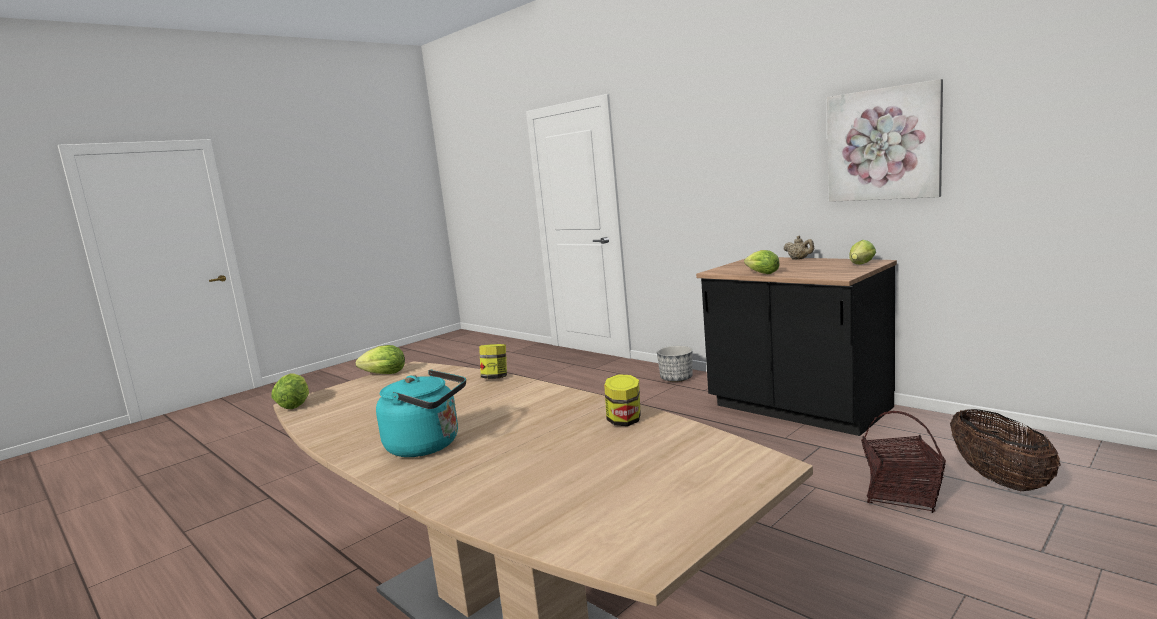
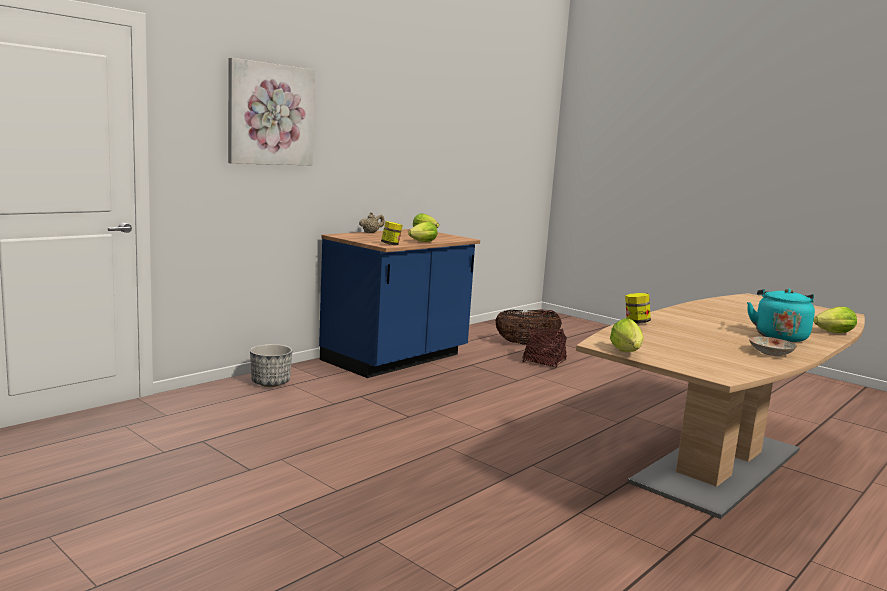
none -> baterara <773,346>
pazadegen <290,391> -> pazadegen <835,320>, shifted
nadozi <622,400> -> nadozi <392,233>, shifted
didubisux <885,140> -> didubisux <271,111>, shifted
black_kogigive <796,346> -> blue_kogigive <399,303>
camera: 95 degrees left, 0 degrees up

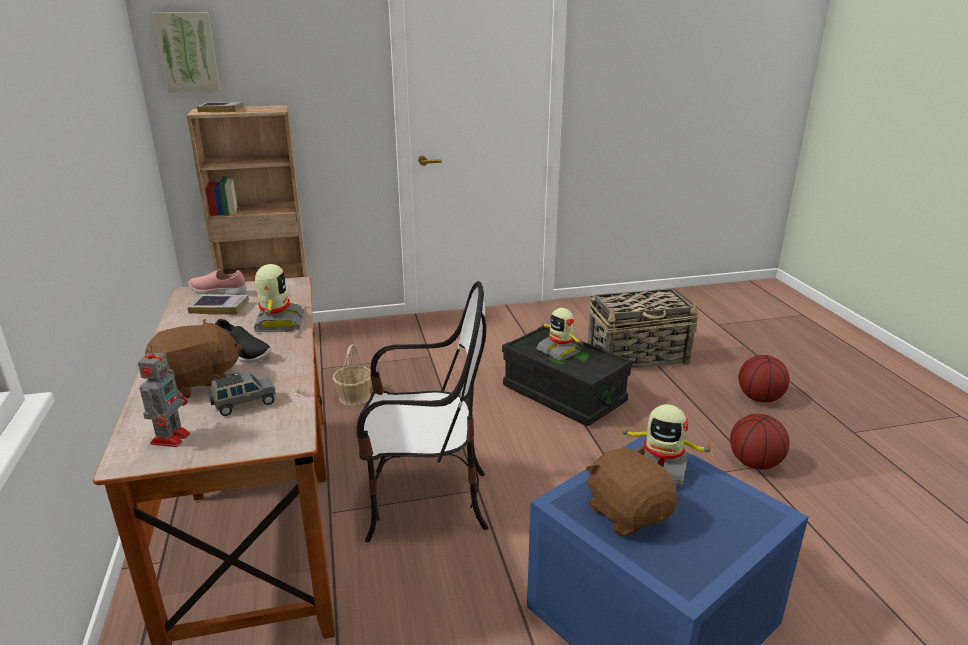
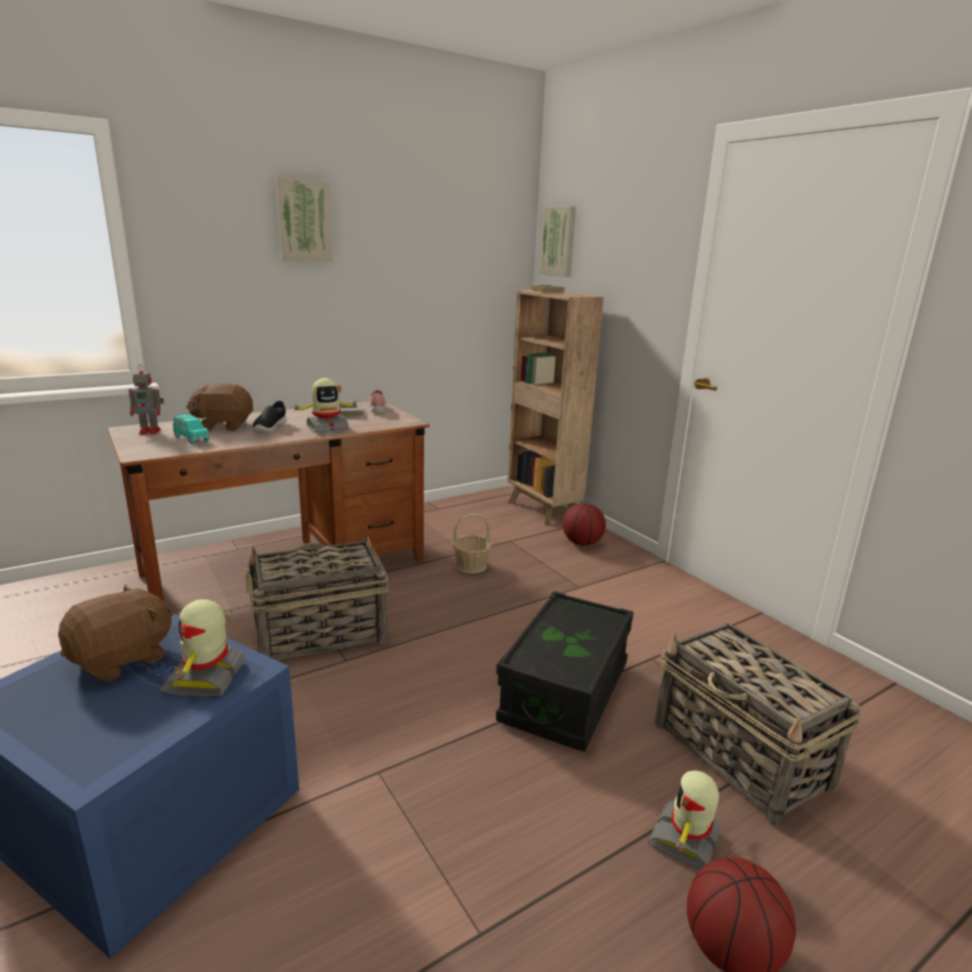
none -> didubisux <304,219>
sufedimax <559,334> -> sufedimax <684,819>, shifted
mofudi <760,442> -> mofudi <584,524>, shifted
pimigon <422,411> -> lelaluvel <317,596>
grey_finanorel <242,394> -> turquoise_finanorel <191,428>
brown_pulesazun <193,358> -> brown_pulesazun <220,407>, 135 degrees clockwise
camera: 70 degrees right, 5 degrees down

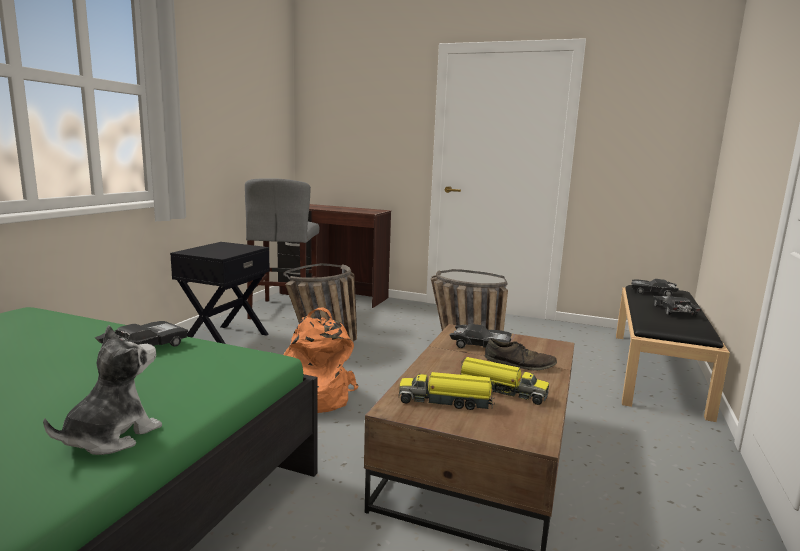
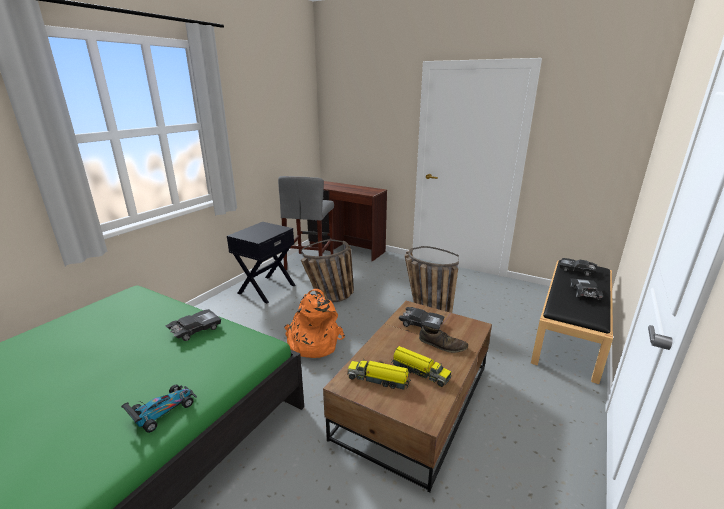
pulesazun <102,390> -> finanorel <159,409>
camera: 10 degrees right, 10 degrees up

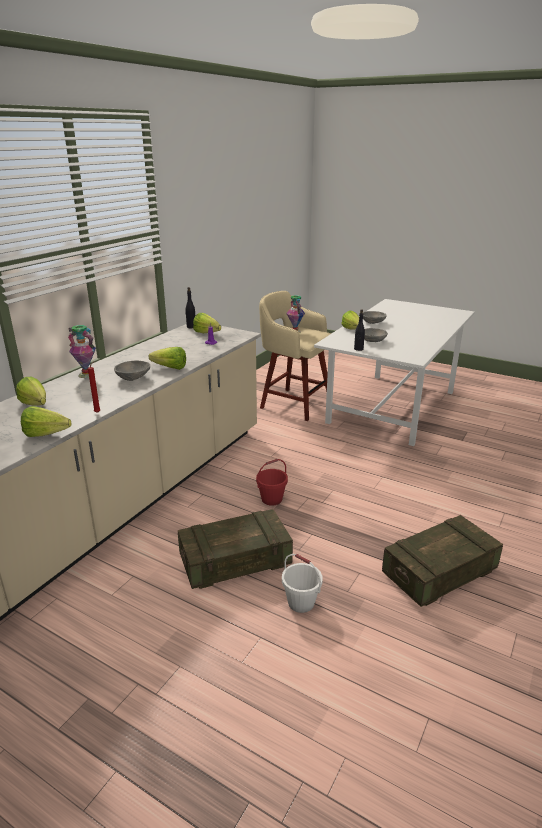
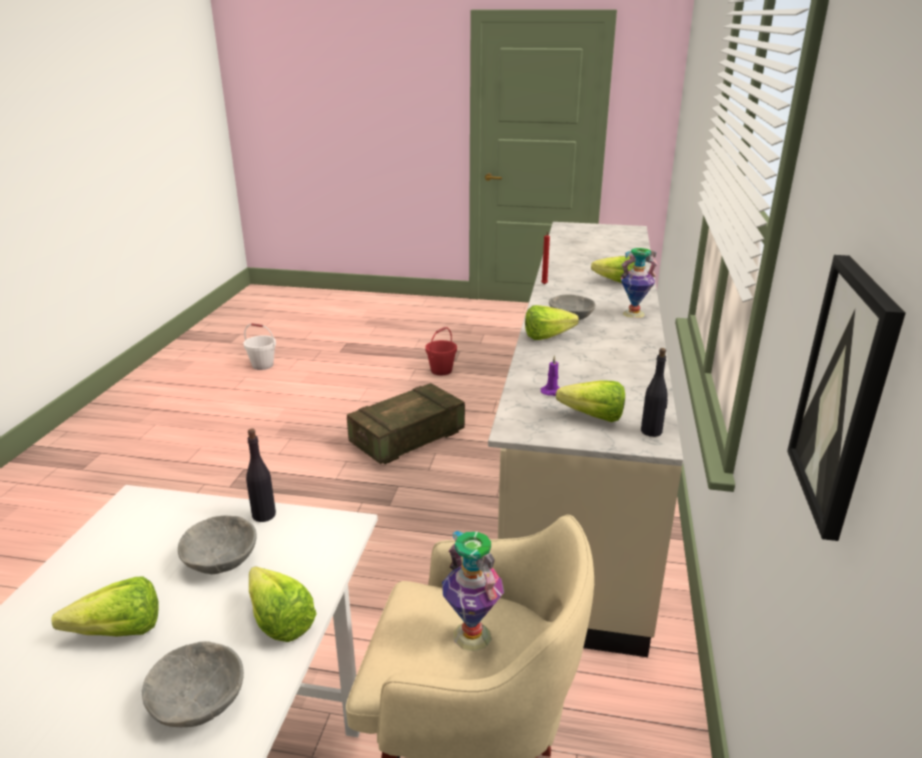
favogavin <442,561> -> none
none -> didubisux <846,398>
pazadegen <46,421> -> pazadegen <105,606>, shifted
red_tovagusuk <272,482> -> red_tovagusuk <441,351>, shifted
white_tovagusuk <302,583> -> white_tovagusuk <260,346>, shifted
camera: 160 degrees right, 0 degrees up

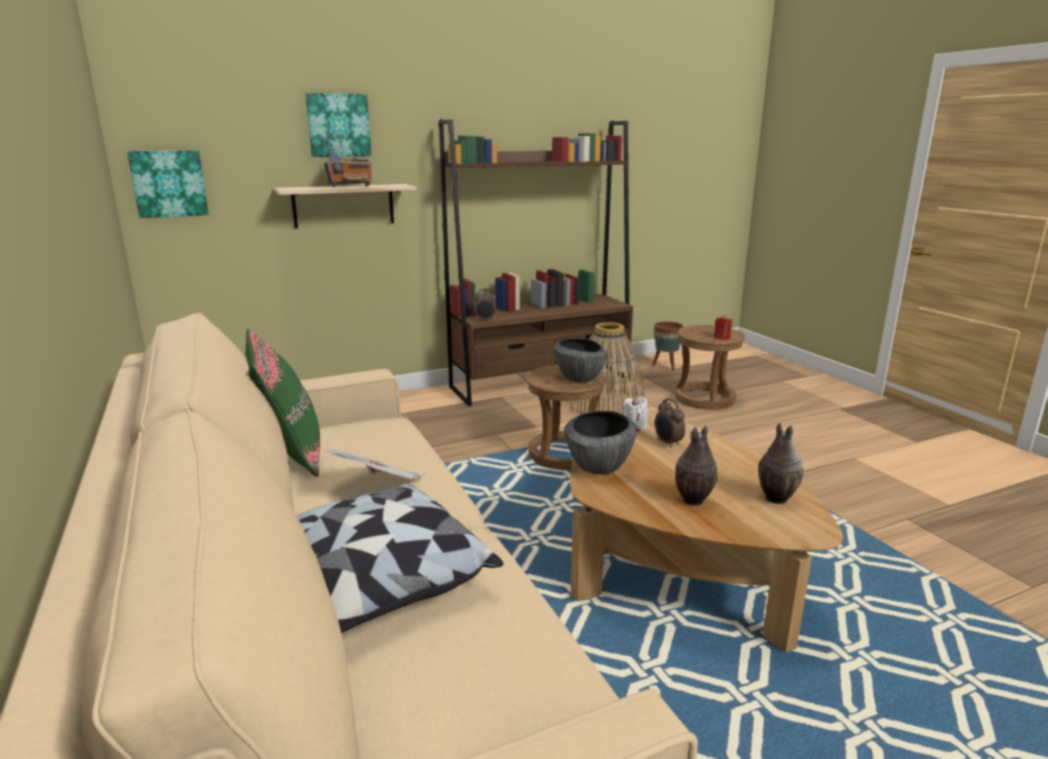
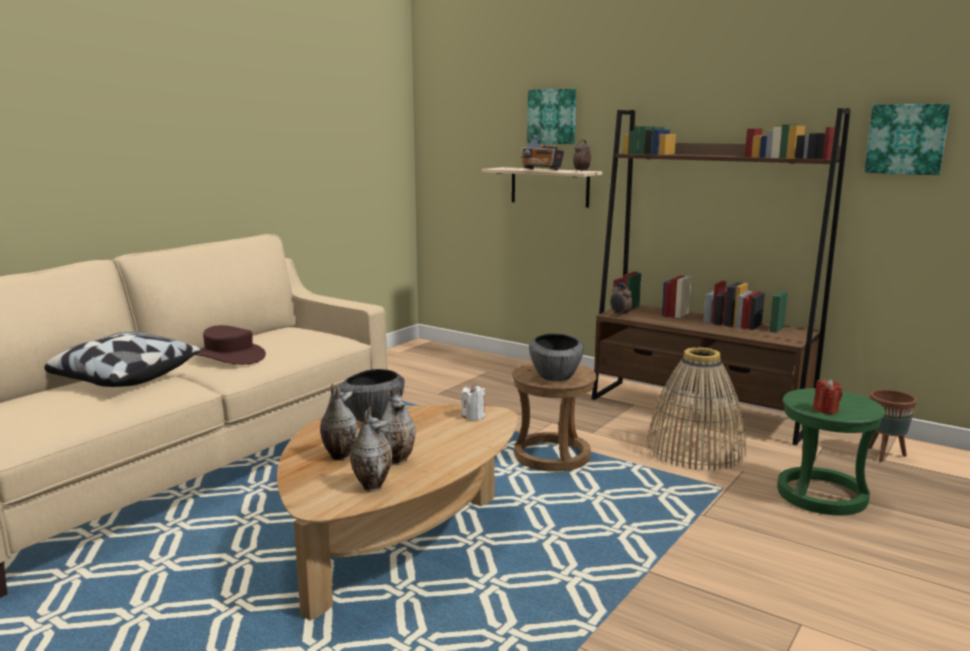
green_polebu <282,403> -> none
none -> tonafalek <397,426>
didubisux <168,184> -> didubisux <907,139>, shifted
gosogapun <670,423> -> gosogapun <582,156>, shifted
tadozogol <376,464> -> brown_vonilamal <231,345>
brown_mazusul <710,367> -> green_mazusul <831,452>
camera: 60 degrees right, 5 degrees down

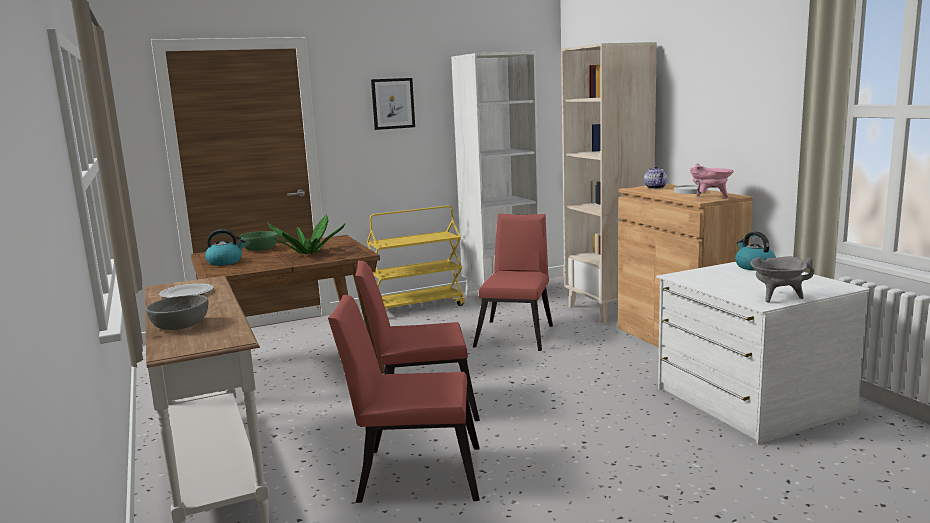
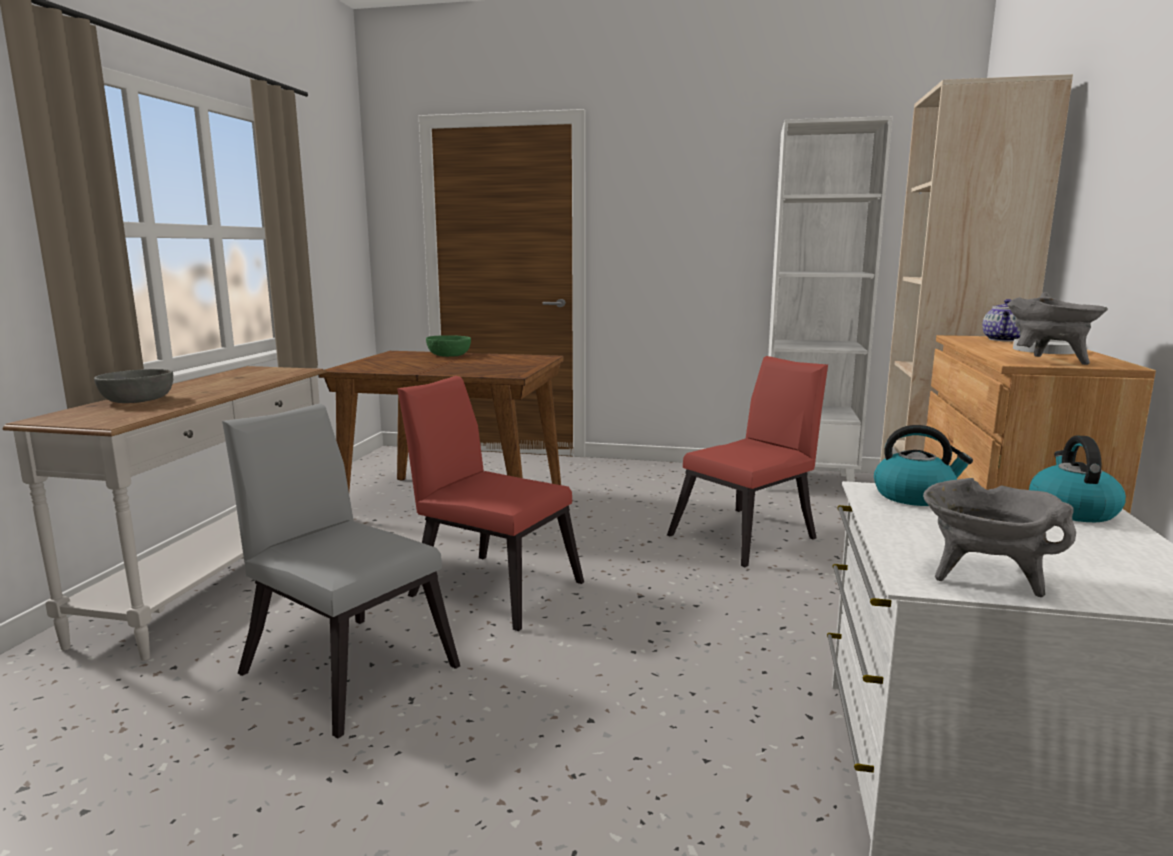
baterara <186,290> -> none
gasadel <306,234> -> none
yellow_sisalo <416,259> -> none
didubisux <393,104> -> none
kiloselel <225,247> -> kiloselel <923,465>, shifted
red_pimigon <404,399> -> grey_pimigon <341,570>
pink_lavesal <712,180> -> grey_lavesal <1057,328>
camera: 35 degrees right, 0 degrees up

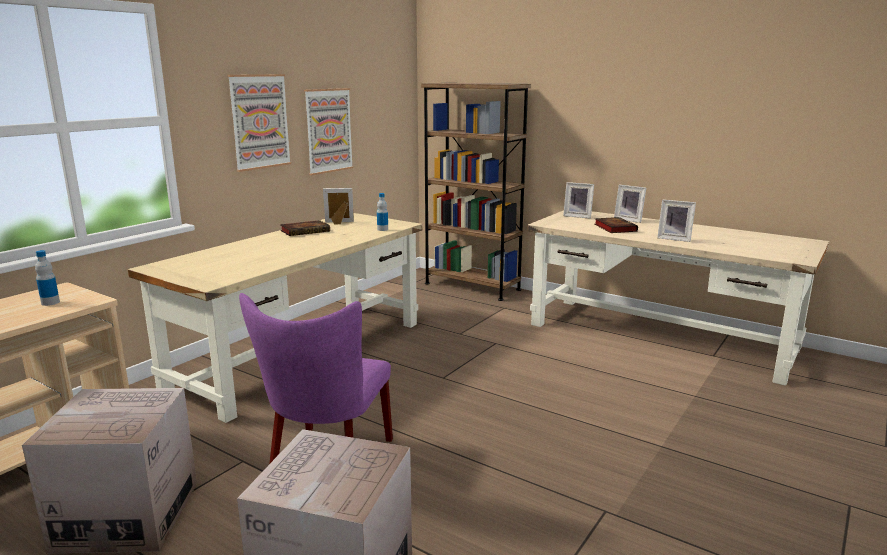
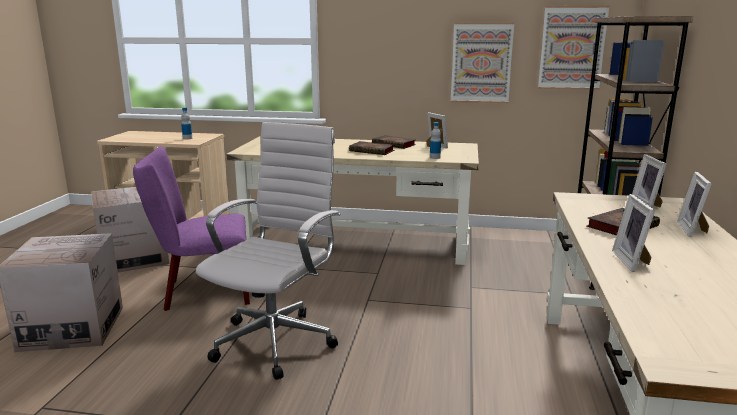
none -> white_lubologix <268,251>
none -> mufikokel <371,148>
didubisux <259,123> -> didubisux <574,48>, shifted
camera: 65 degrees right, 0 degrees up

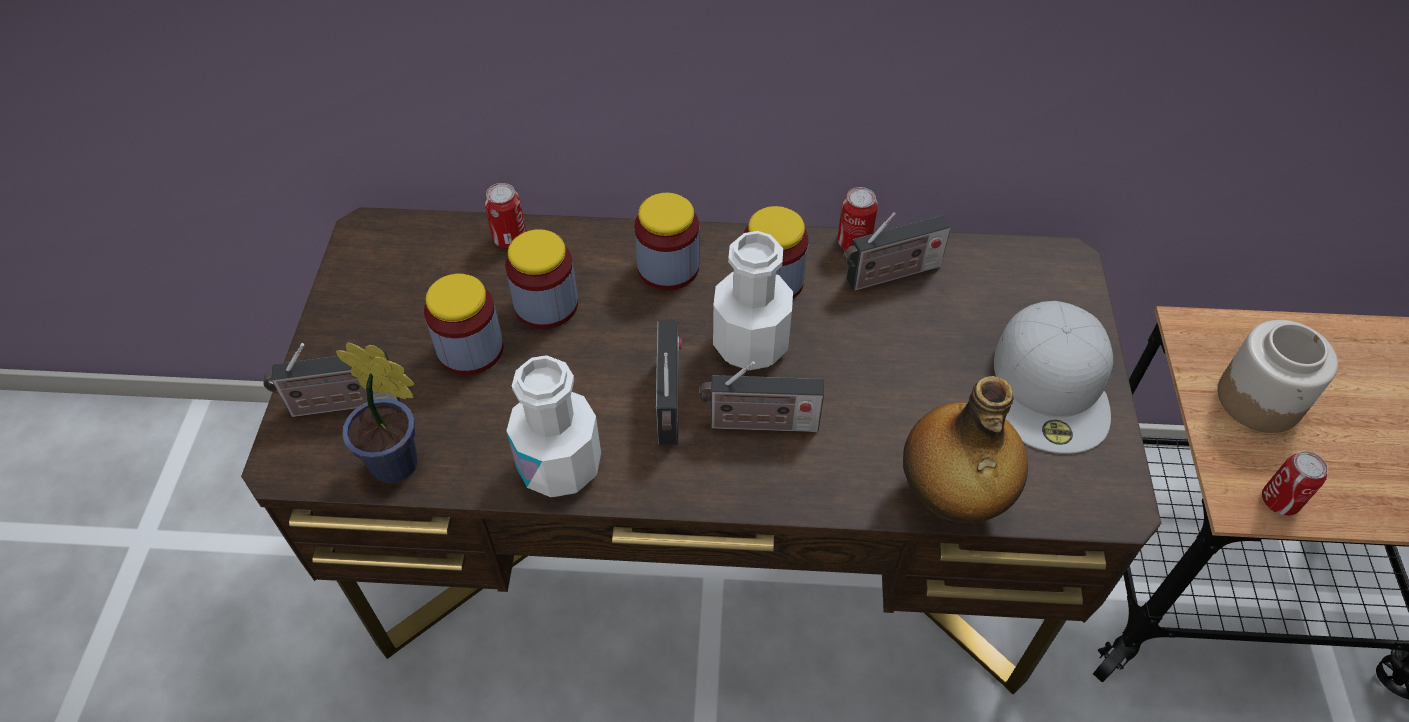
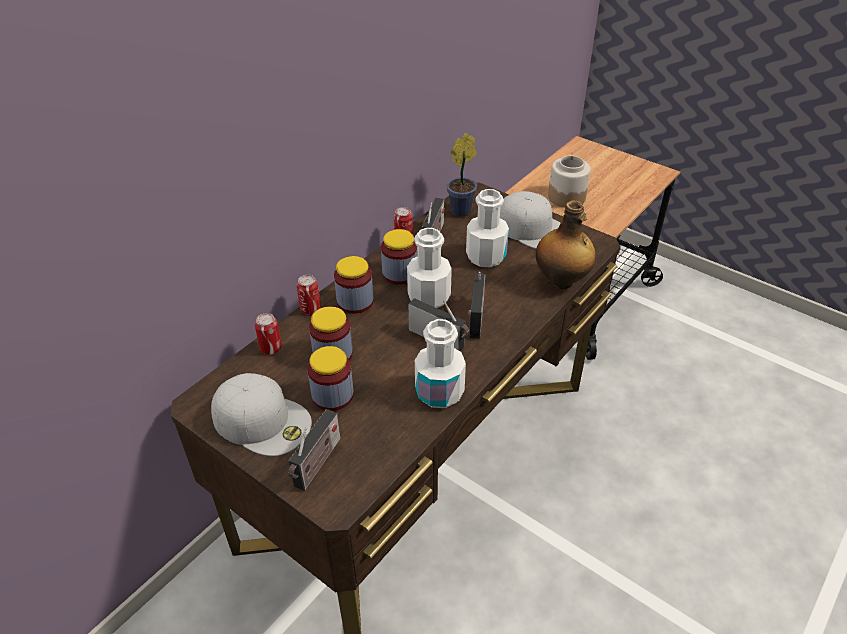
none -> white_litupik <261,414>
none -> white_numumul <487,228>
gasadel <376,412> -> gasadel <461,175>, shifted
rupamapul <1295,483> -> rupamapul <309,295>, shifted
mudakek <761,396> -> mudakek <476,305>, 150 degrees clockwise
camera: 55 degrees left, 10 degrees down

